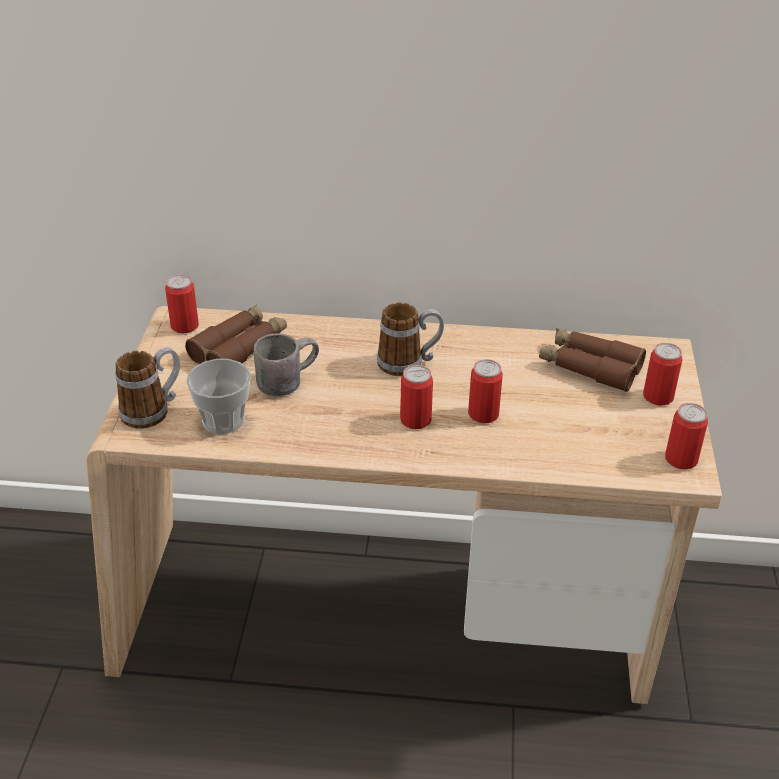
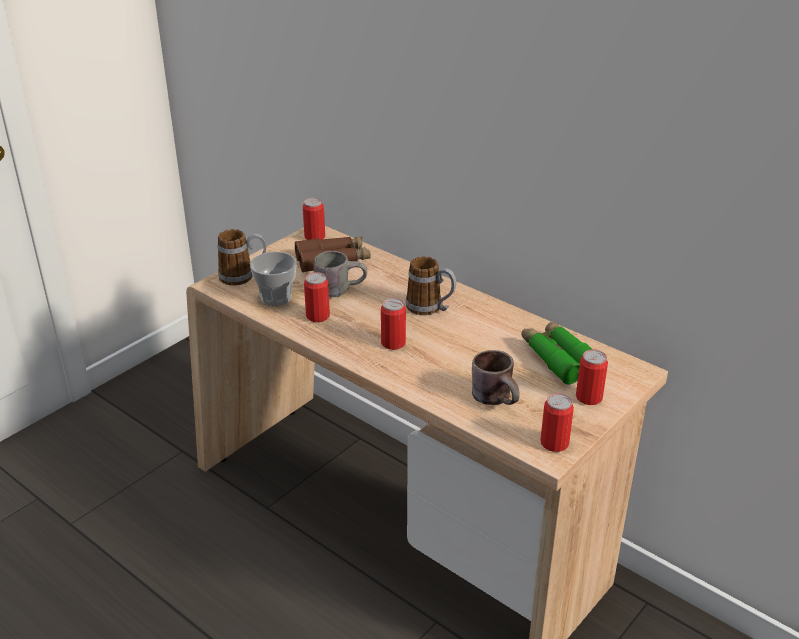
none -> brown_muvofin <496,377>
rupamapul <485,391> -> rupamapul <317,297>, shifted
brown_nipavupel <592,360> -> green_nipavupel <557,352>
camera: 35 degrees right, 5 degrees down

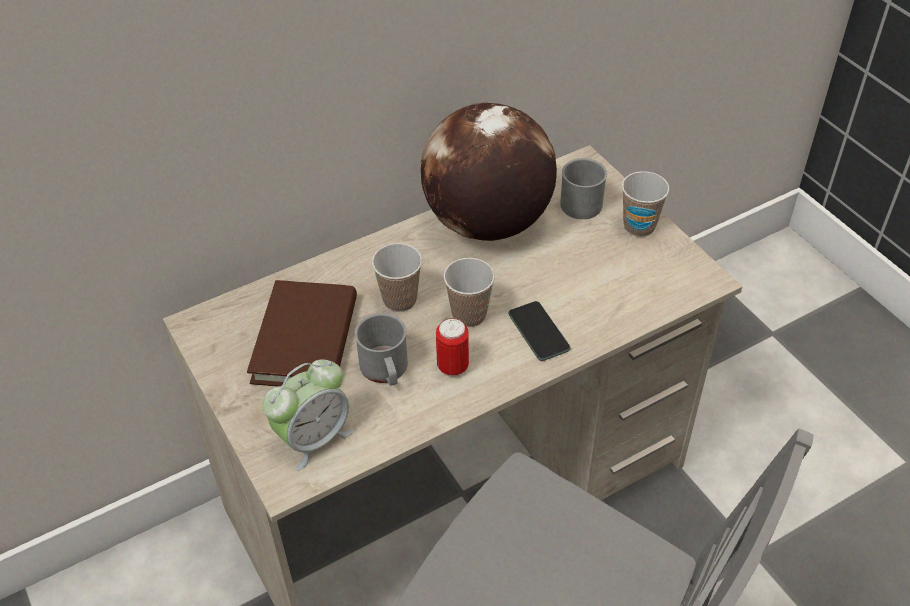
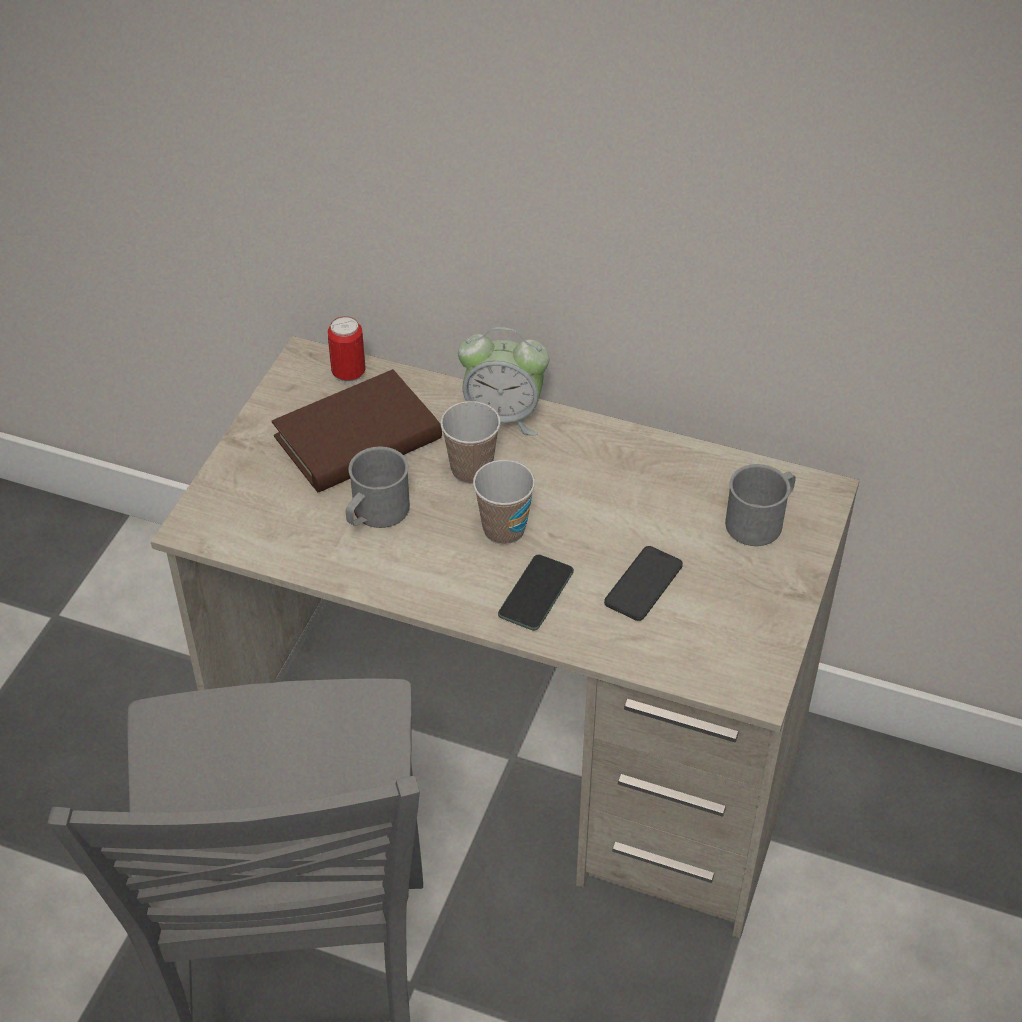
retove <488,171> -> none
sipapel <645,204> -> none
none -> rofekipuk <643,583>
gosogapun <308,415> -> gosogapun <503,381>, shifted
rupamapul <452,347> -> rupamapul <346,349>, shifted
camera: 50 degrees right, 0 degrees up

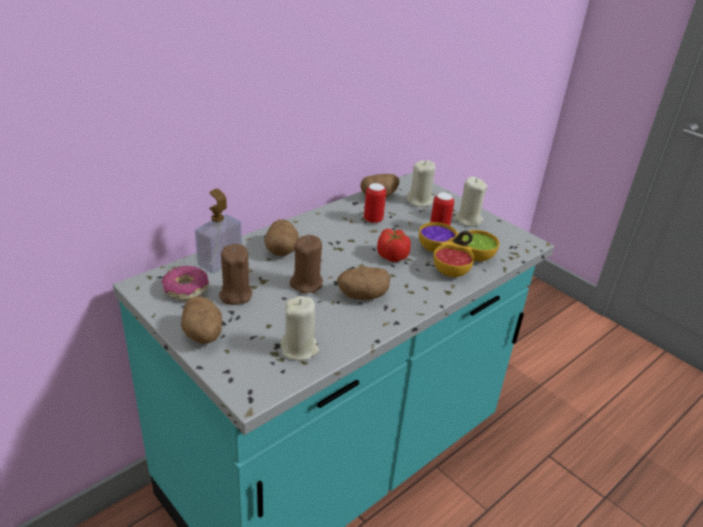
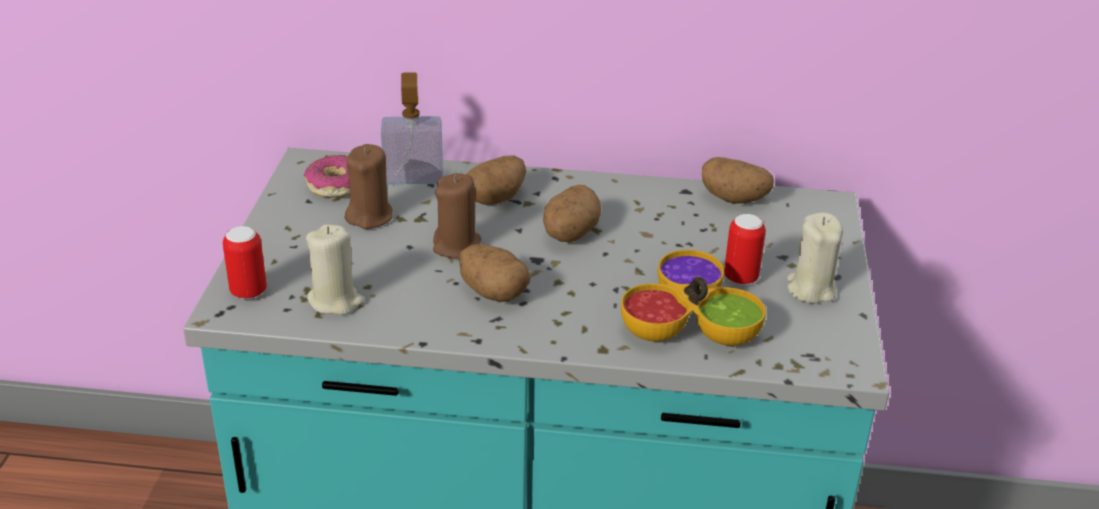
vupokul <394,245> -> none
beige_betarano <420,183> -> none
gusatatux <201,320> -> gusatatux <572,213>, shifted
rupamapul <375,203> -> rupamapul <245,262>, shifted
camera: 50 degrees right, 0 degrees up

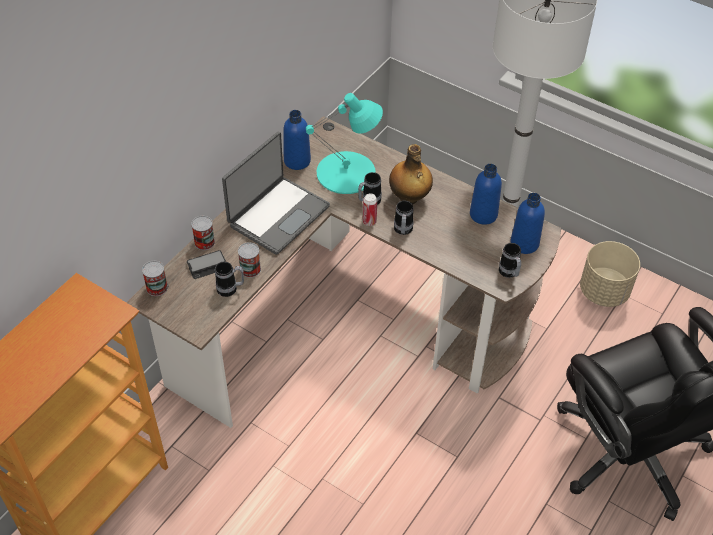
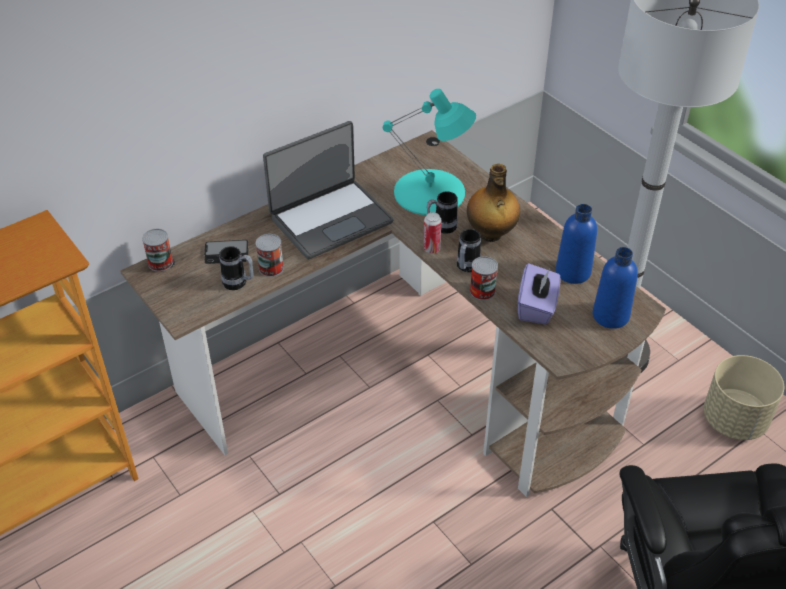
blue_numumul <297,140> -> none
muvofin <510,260> -> none
none -> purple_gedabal <539,294>
rupamapul <203,233> -> rupamapul <484,278>, shifted
camera: 20 degrees right, 5 degrees down

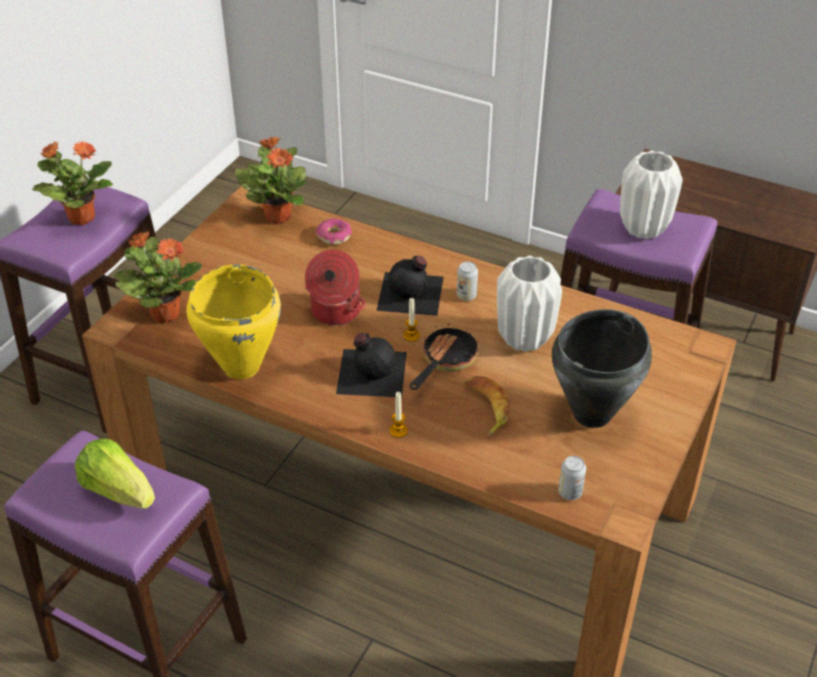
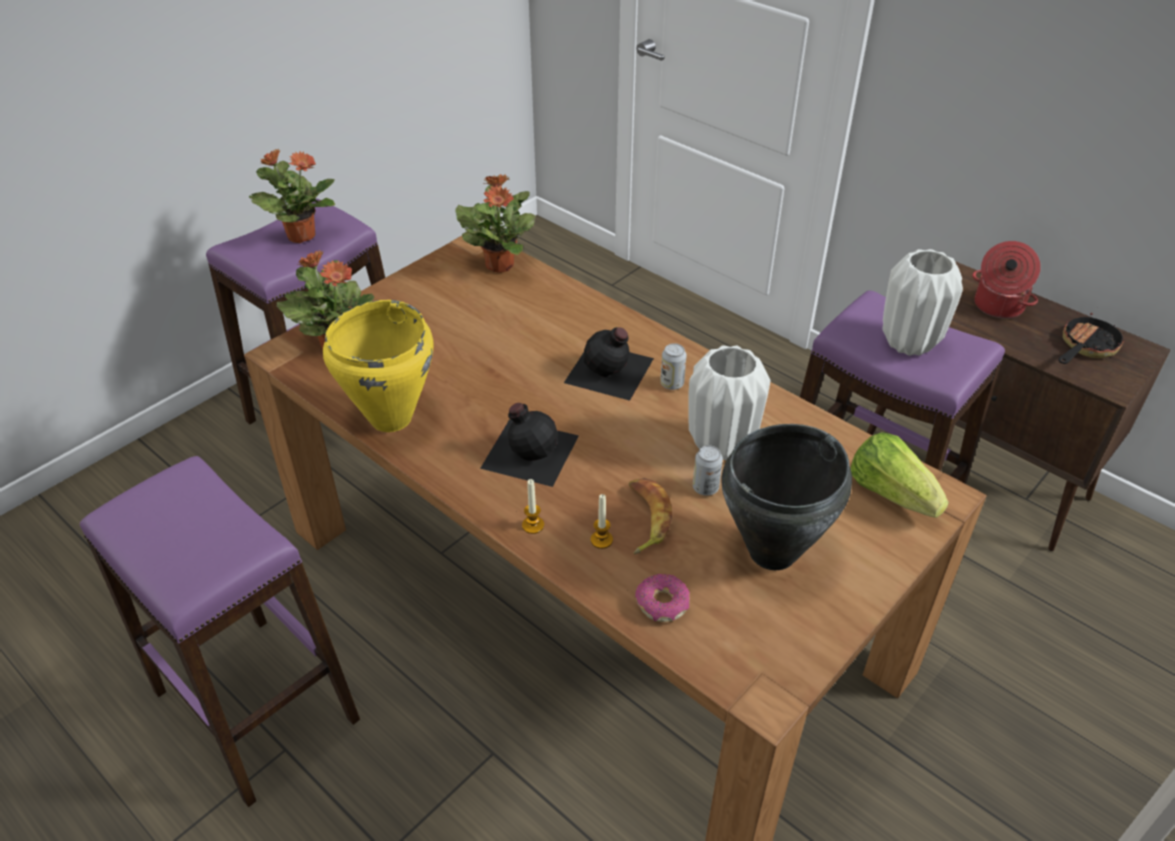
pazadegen <115,473> -> pazadegen <900,475>, shifted
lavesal <335,288> -> lavesal <1006,280>, shifted
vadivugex <334,231> -> vadivugex <662,598>, shifted
betarano <411,320> -> betarano <602,521>, shifted
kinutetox <444,356> -> kinutetox <1091,335>, shifted
rupamapul <572,478> -> rupamapul <708,470>, shifted
camera: 15 degrees right, 0 degrees up

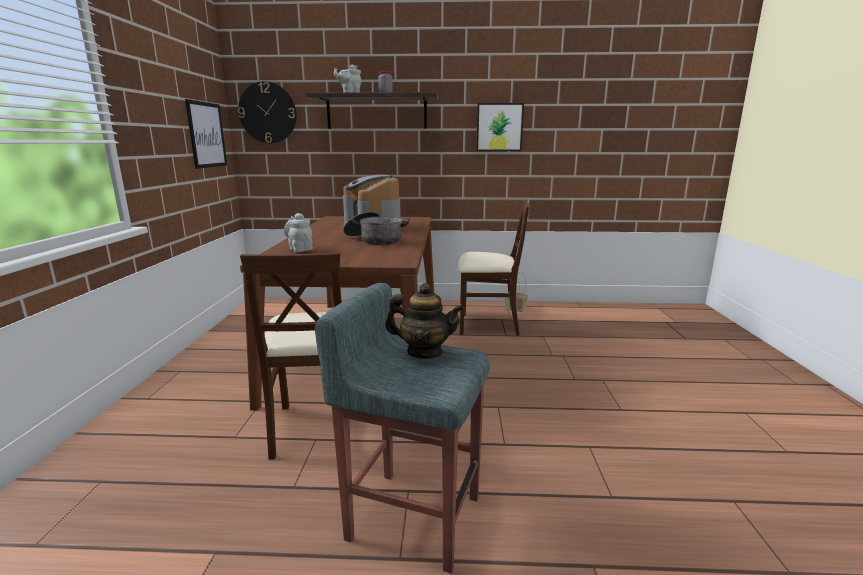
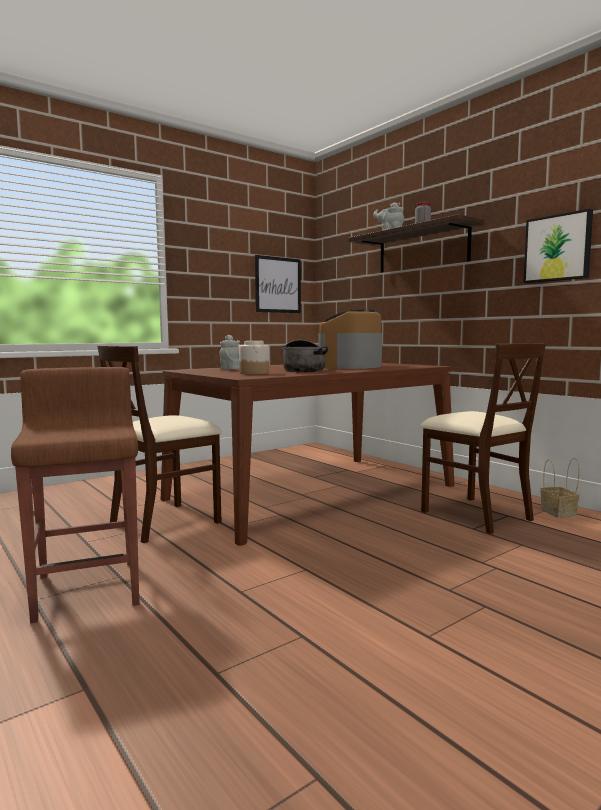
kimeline <267,112> -> none
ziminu <425,321> -> none
none -> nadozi <254,358>
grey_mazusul <402,428> -> brown_mazusul <75,495>
camera: 50 degrees right, 10 degrees down

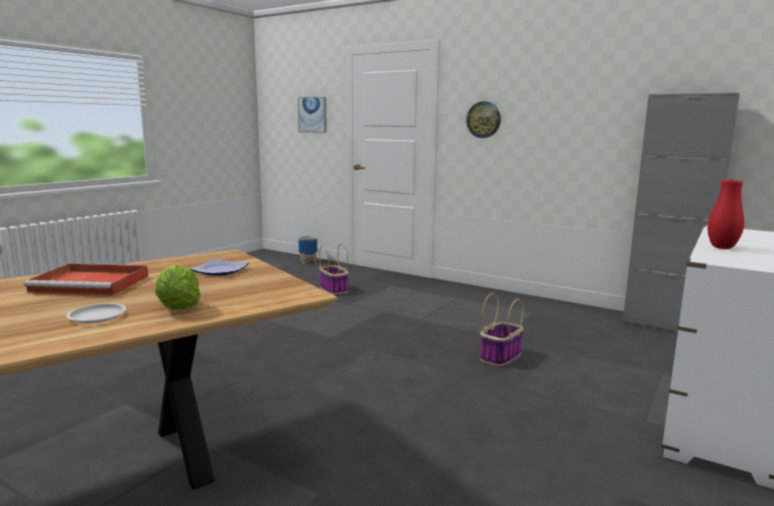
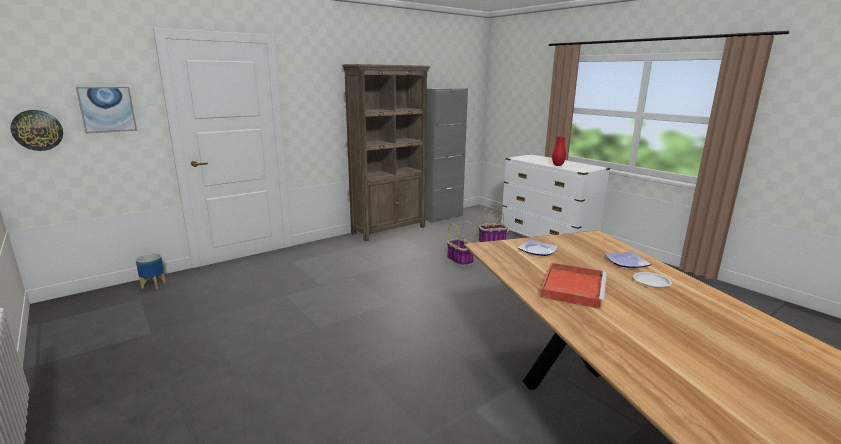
none -> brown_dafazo <386,152>
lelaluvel <334,269> -> lelaluvel <493,223>, shifted
kimeline <483,119> -> kimeline <36,130>, shifted
pazadegen <178,287> -> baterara <627,260>
camera: 70 degrees left, 5 degrees up

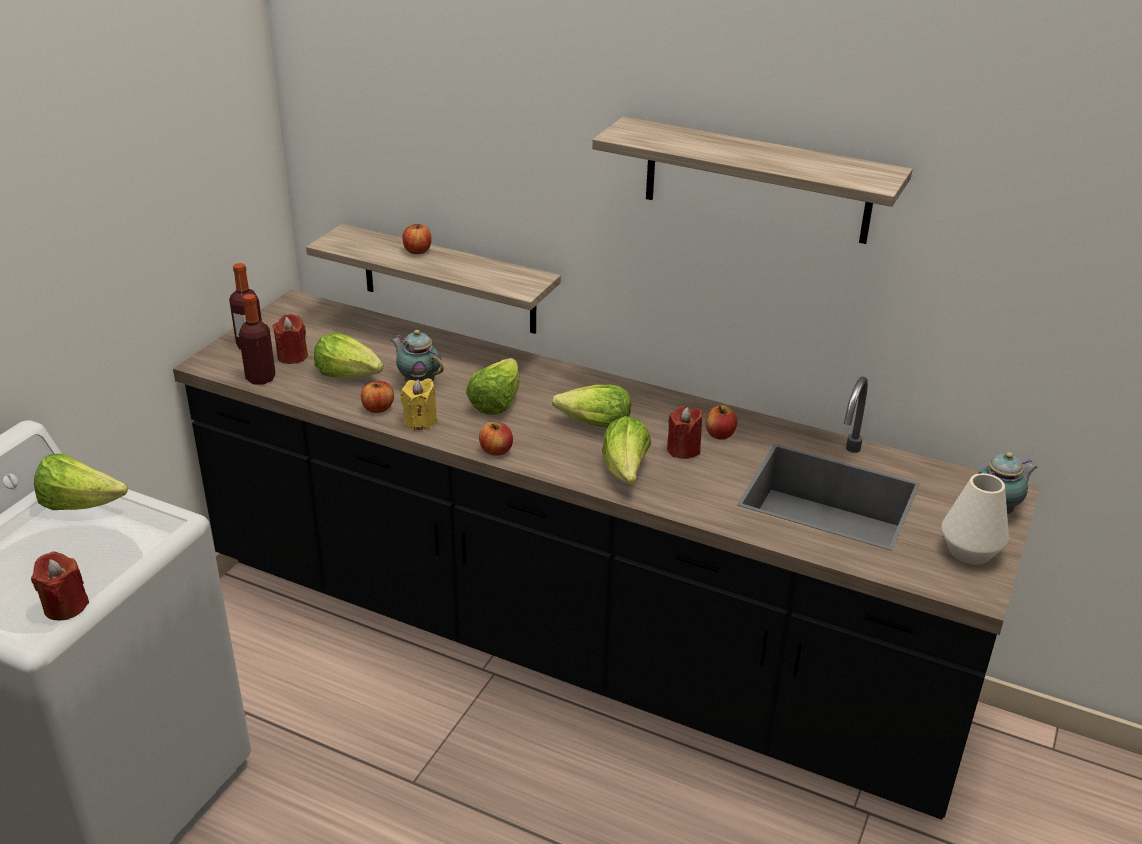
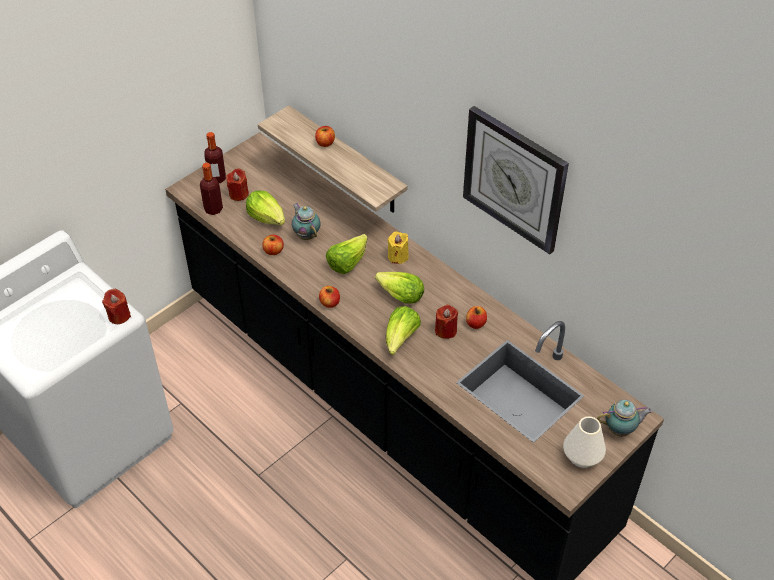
pazadegen <81,481> -> none
red_betarano <60,585> -> red_betarano <116,306>, shifted
yellow_betarano <418,404> -> yellow_betarano <398,248>, shifted
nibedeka <752,180> -> kimeline <516,180>
camera: 20 degrees right, 15 degrees up

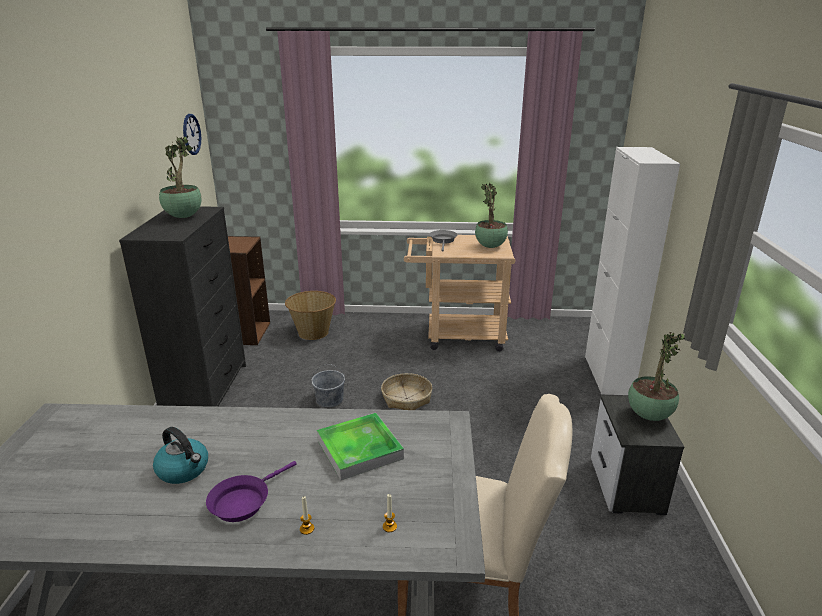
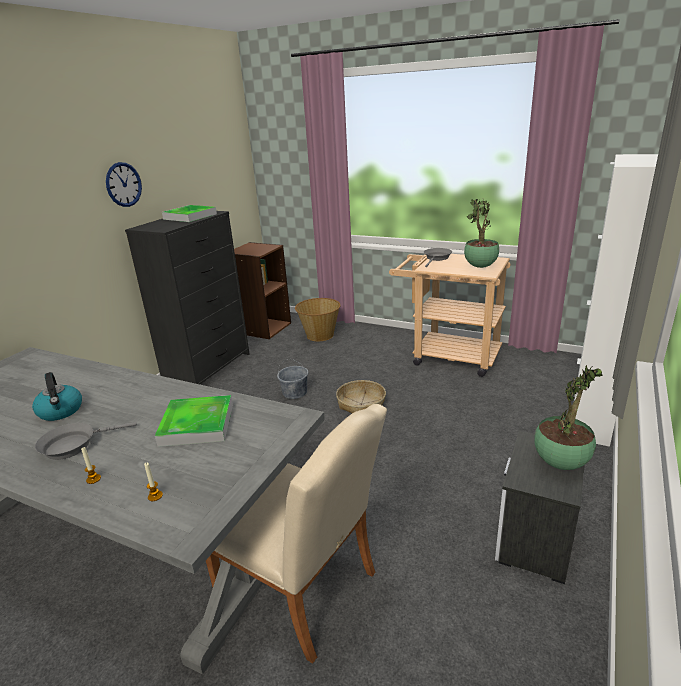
kimeline <192,134> -> kimeline <124,184>, shifted
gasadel <180,177> -> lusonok <189,213>
purple_kinutetox <251,491> -> grey_kinutetox <86,441>
camera: 25 degrees right, 0 degrees up

